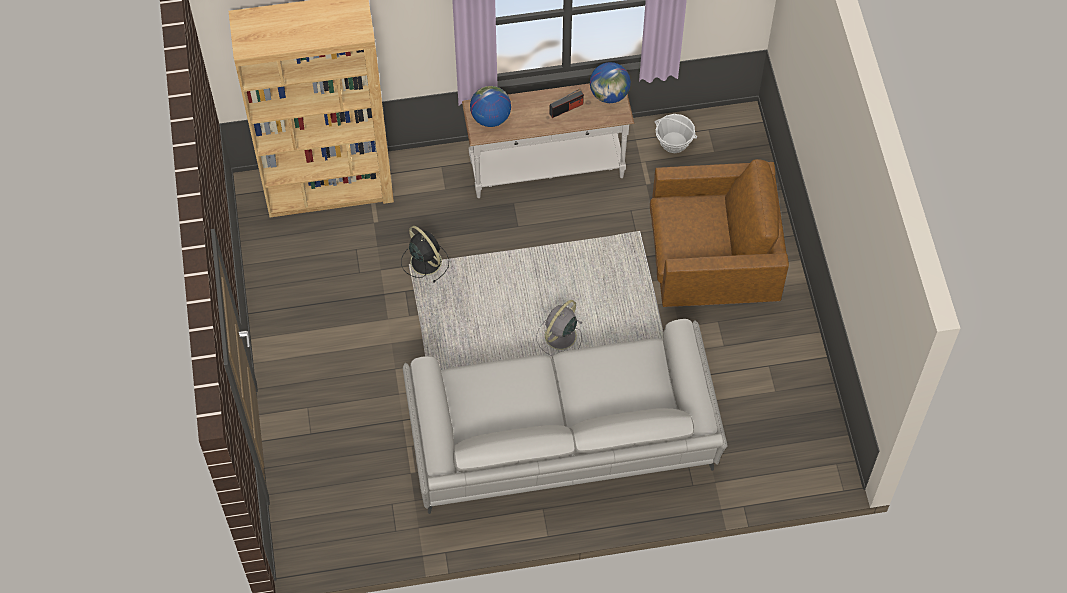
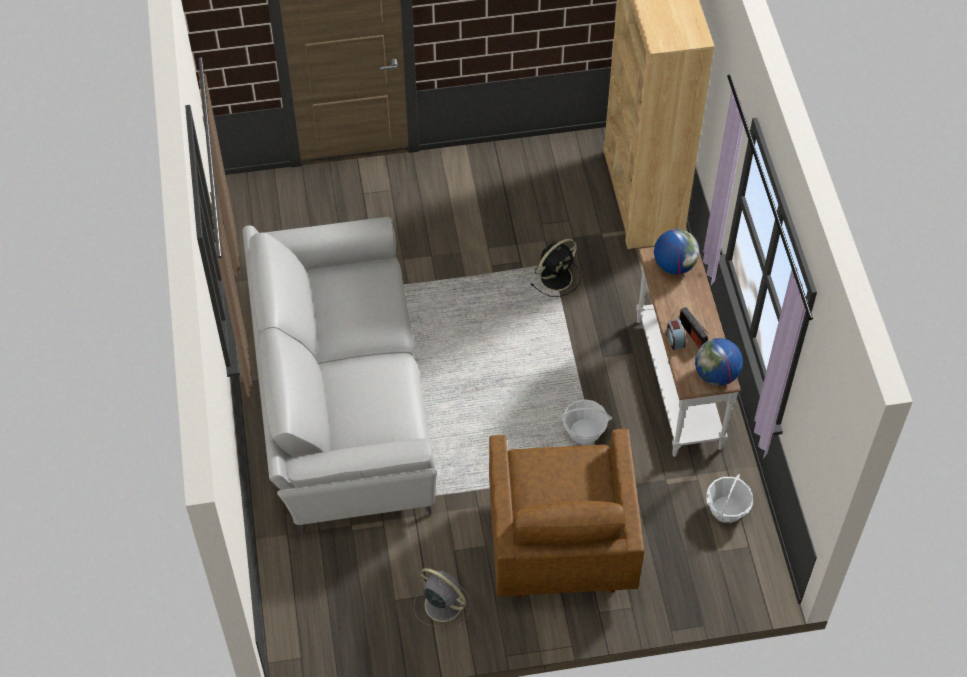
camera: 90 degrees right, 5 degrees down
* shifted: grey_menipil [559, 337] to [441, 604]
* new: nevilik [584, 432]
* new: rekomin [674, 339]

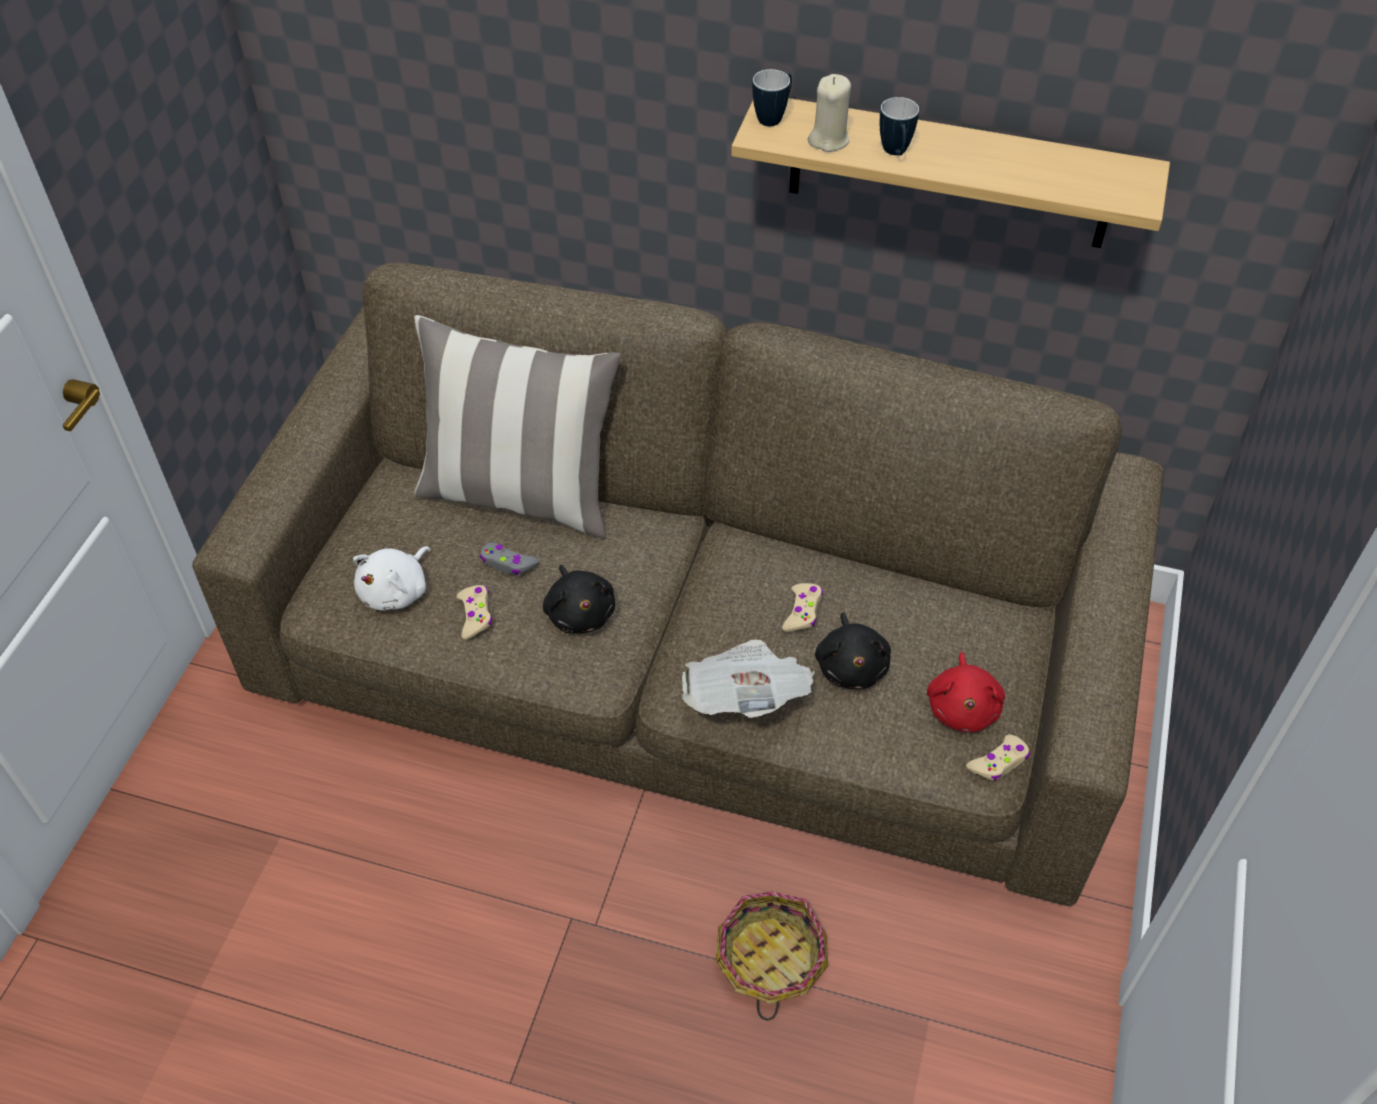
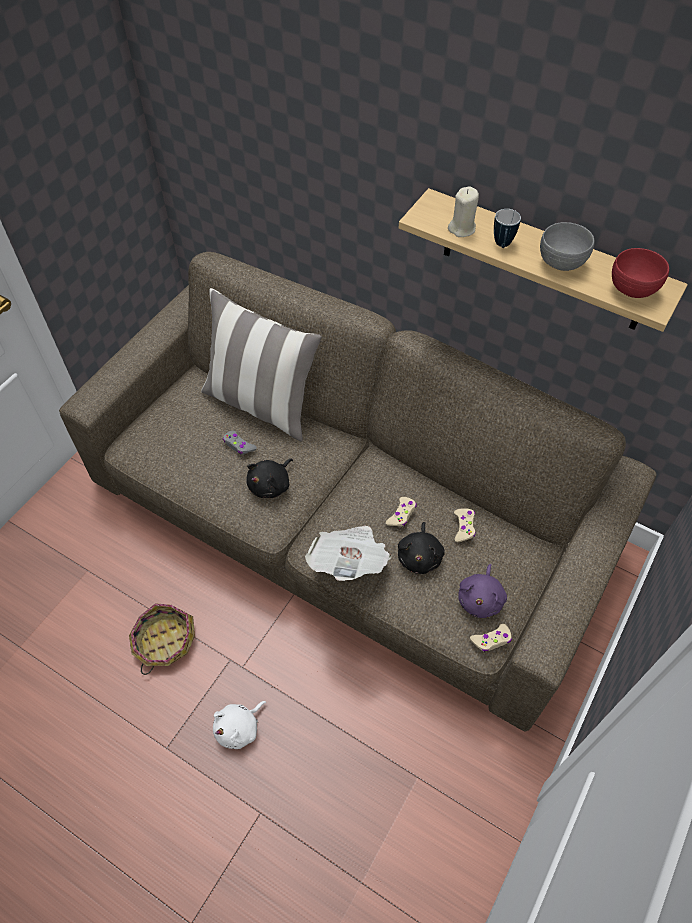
camera: 15 degrees right, 5 degrees up
* shifted: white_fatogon [397, 591] to [239, 728]
* shifted: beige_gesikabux [475, 615] to [464, 527]
* rotated: black_fatogon [580, 612] = [271, 485] 45 degrees clockwise
* shifted: nevilik [770, 959] to [164, 641]
* gone: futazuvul [773, 117]
* repainted: red_fatogon [963, 707] to purple_fatogon [481, 599]
* new: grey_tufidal [561, 263]
* new: red_tufidal [632, 290]

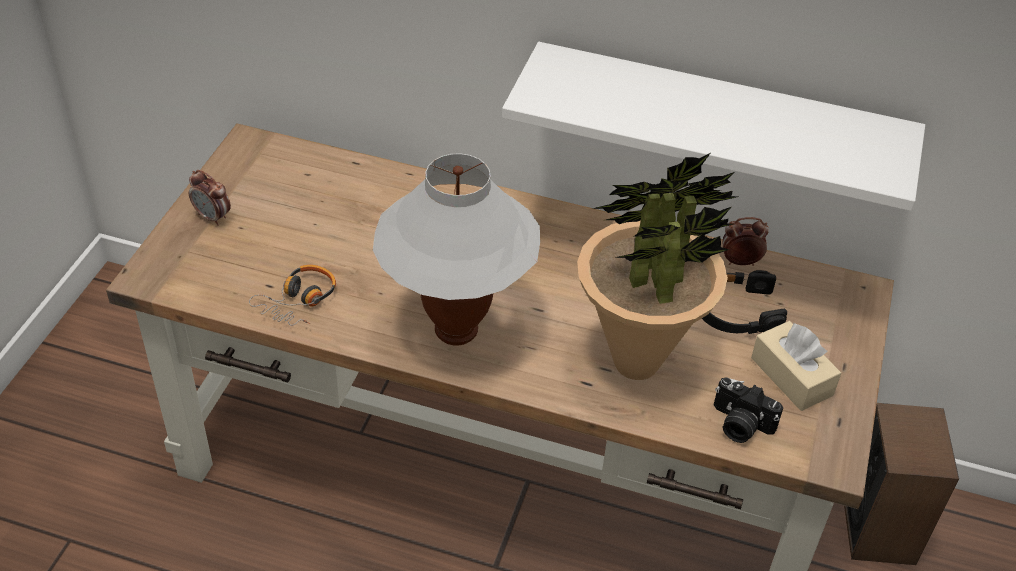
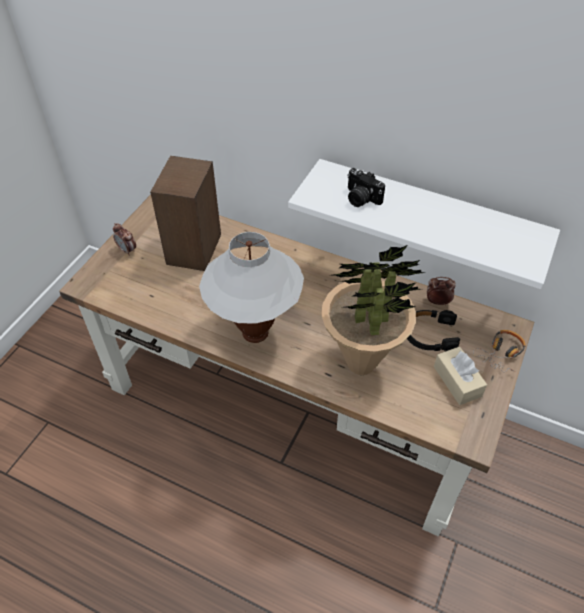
camera: 10 degrees right, 5 degrees up
* shifted: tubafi [299, 301] to [501, 354]
* shifted: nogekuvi [739, 425] to [360, 198]
* shifted: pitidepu [878, 527] to [194, 249]

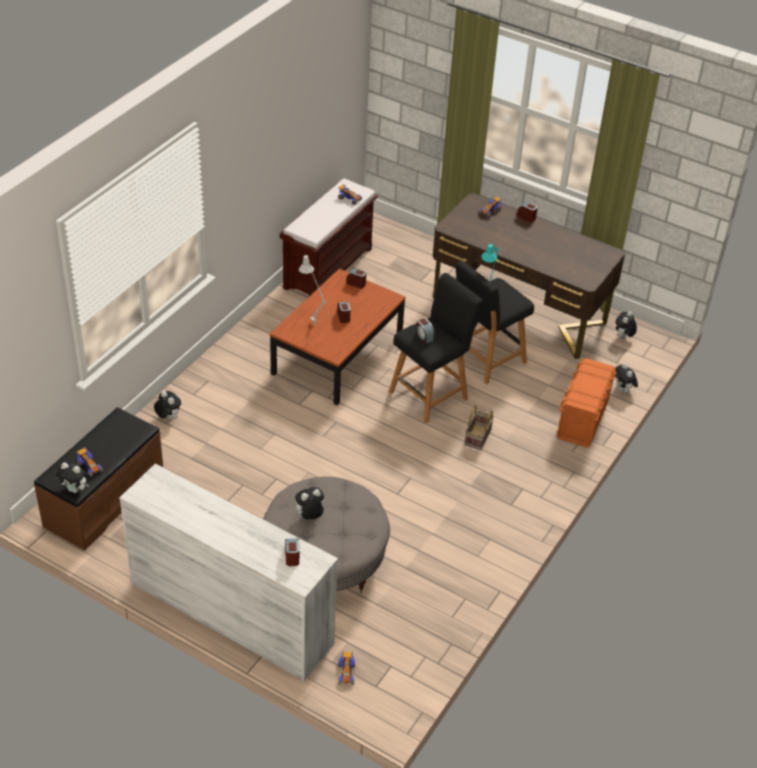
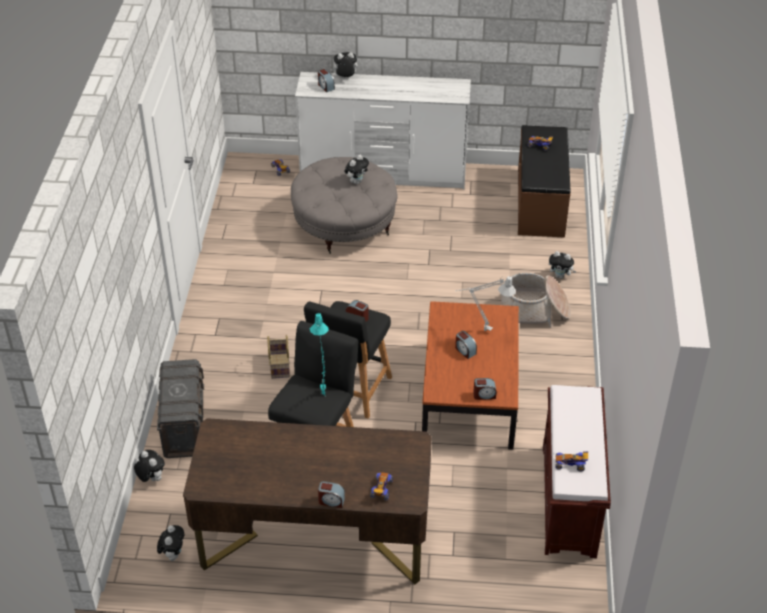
camera: 155 degrees right, 0 degrees up
* shifted: fatogon [75, 489] to [345, 78]
* repainted: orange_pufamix [582, 419] to grey_pufamix [184, 425]
* new: nevilik [534, 311]

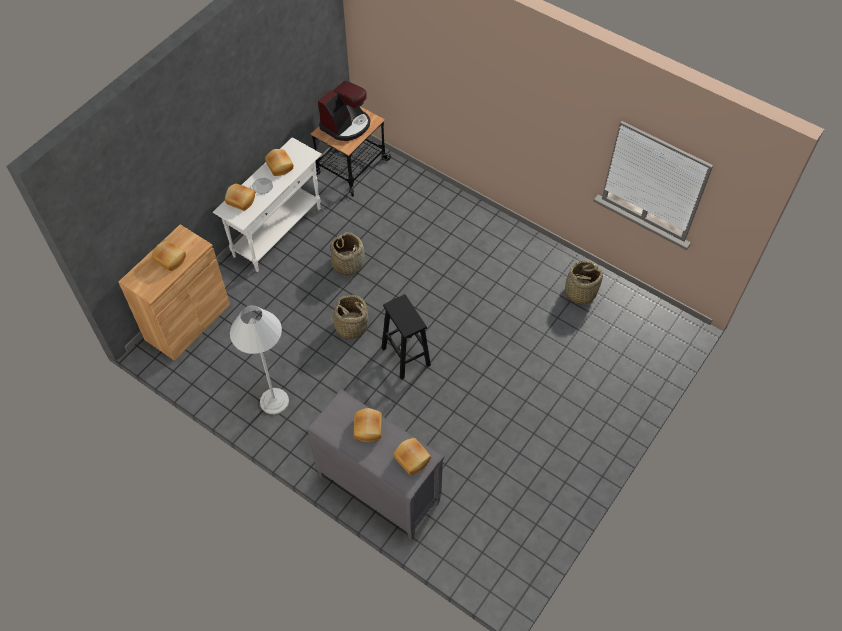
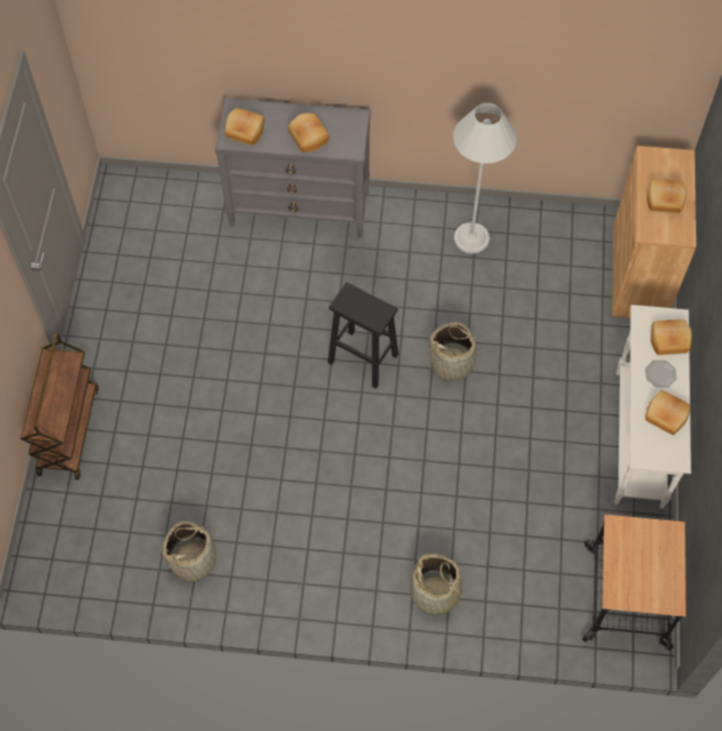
camera: 150 degrees right, 5 degrees up
* gone: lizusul [346, 125]
* shifted: nevilik [348, 263] to [435, 593]
* new: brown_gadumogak [68, 430]

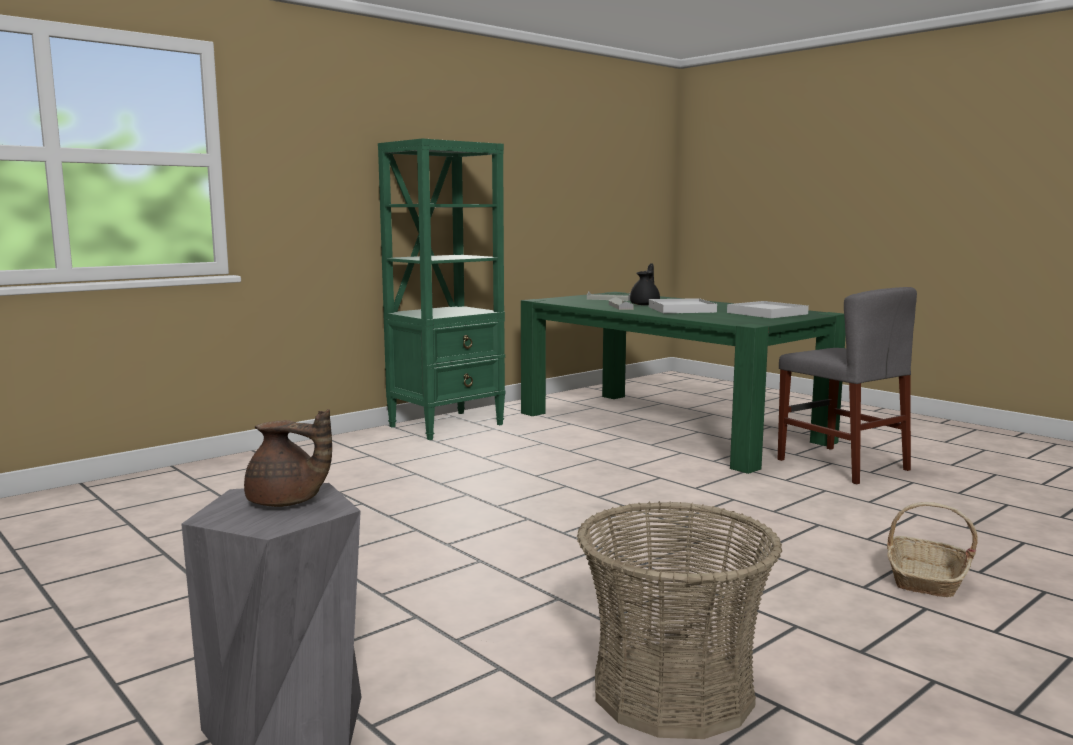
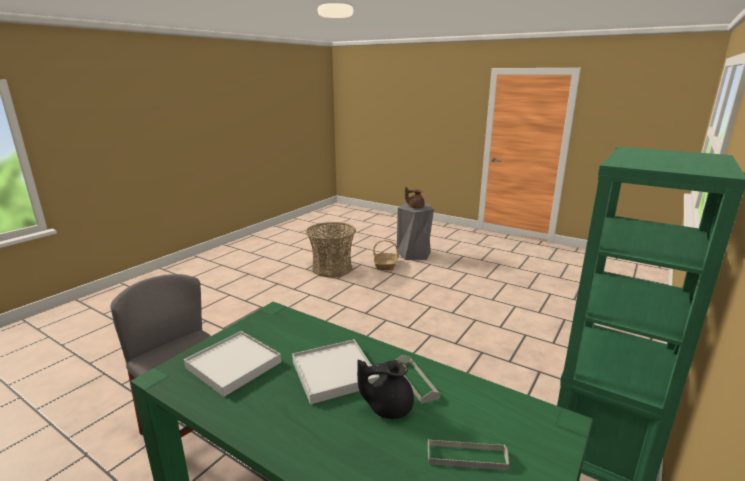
camera: 165 degrees right, 10 degrees up
* rotated: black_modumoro [645, 304] = [388, 407] 75 degrees clockwise
* shifted: nevilik [925, 579] to [386, 265]

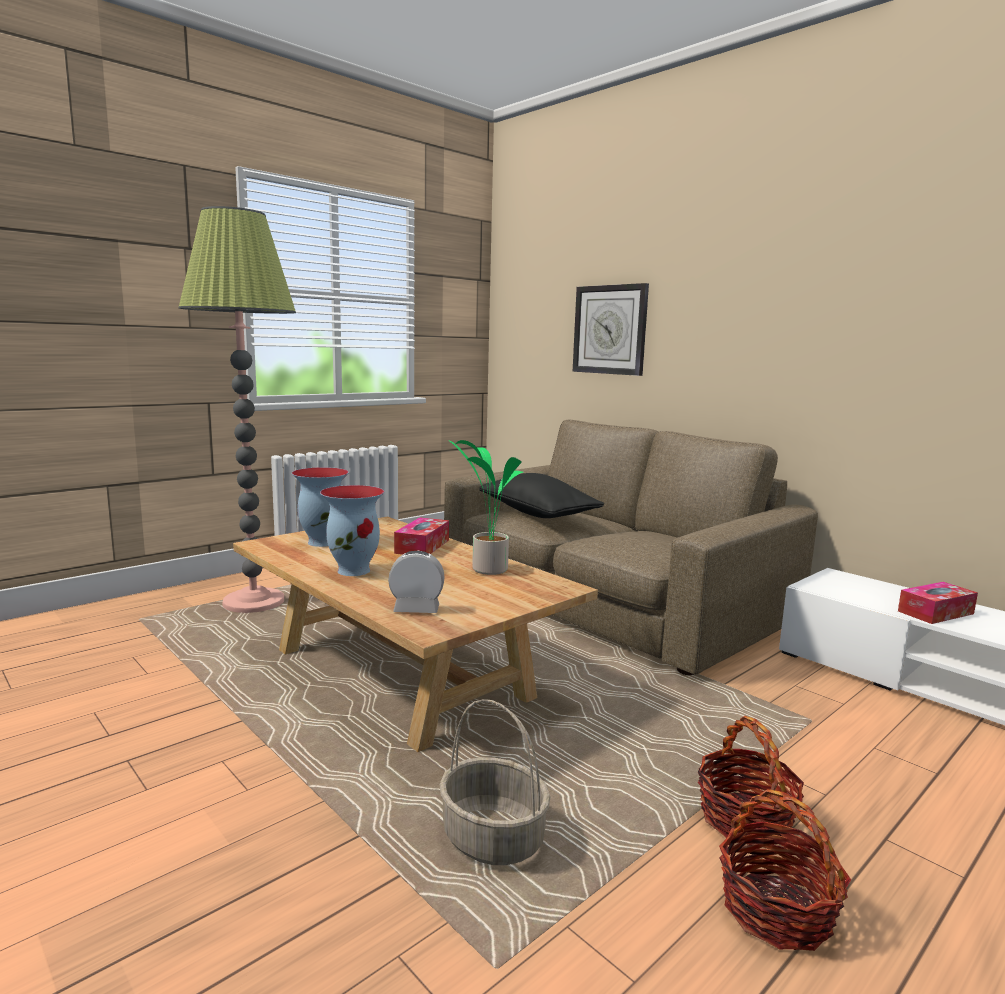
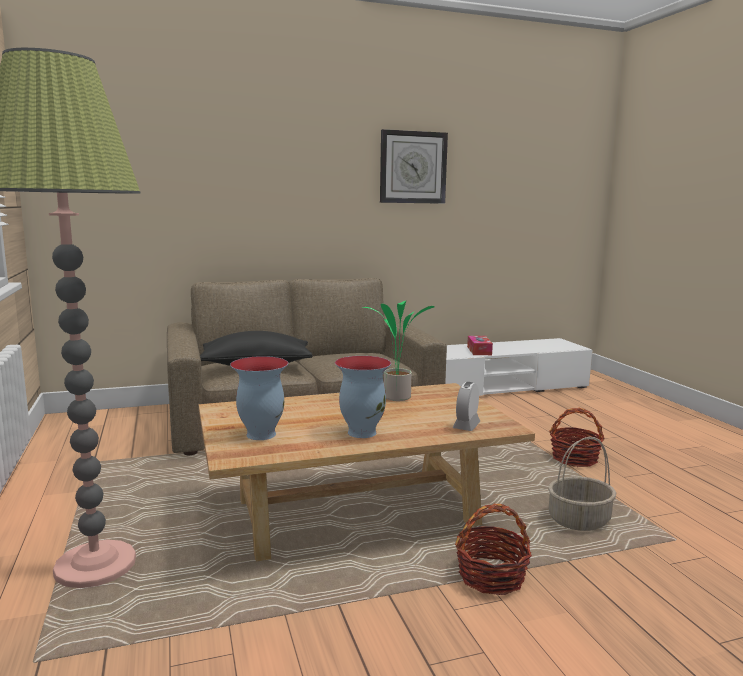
camera: 65 degrees left, 0 degrees up
* gone: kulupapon [422, 546]
* shifted: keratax [610, 330] to [413, 167]
* shifted: nevilik [777, 910] to [491, 576]

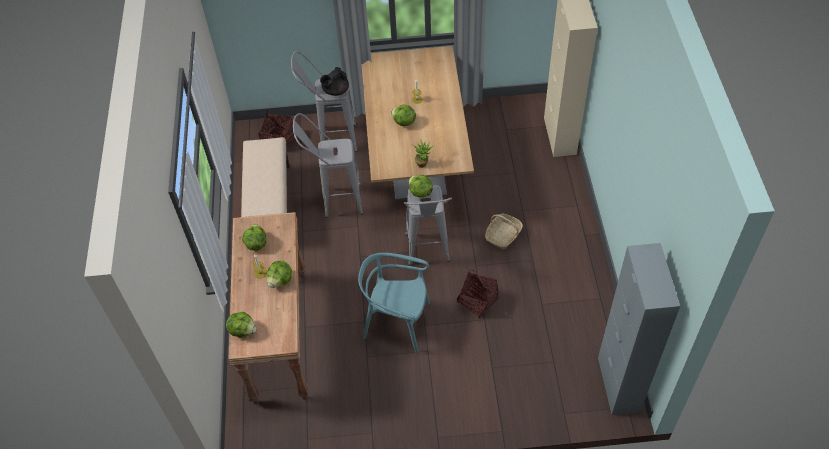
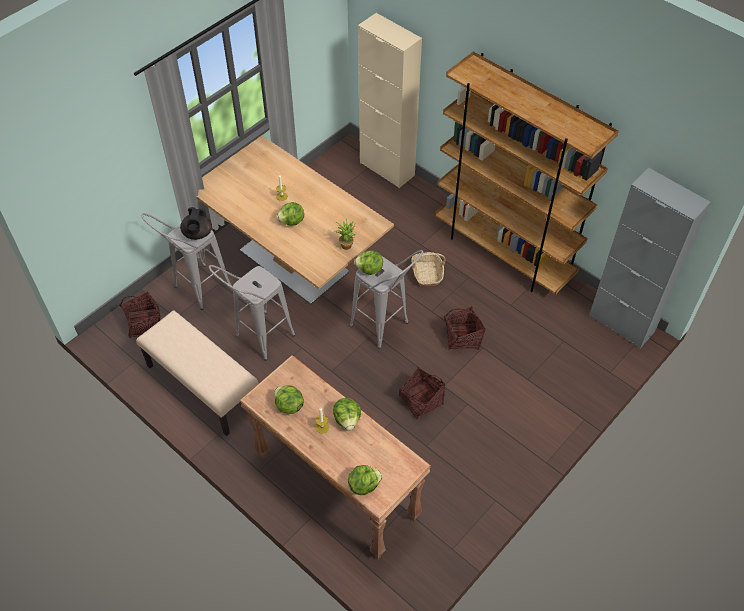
camera: 45 degrees left, 0 degrees up
* swapped: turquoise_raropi [397, 323] to nevilik [420, 400]
* new: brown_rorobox [503, 253]

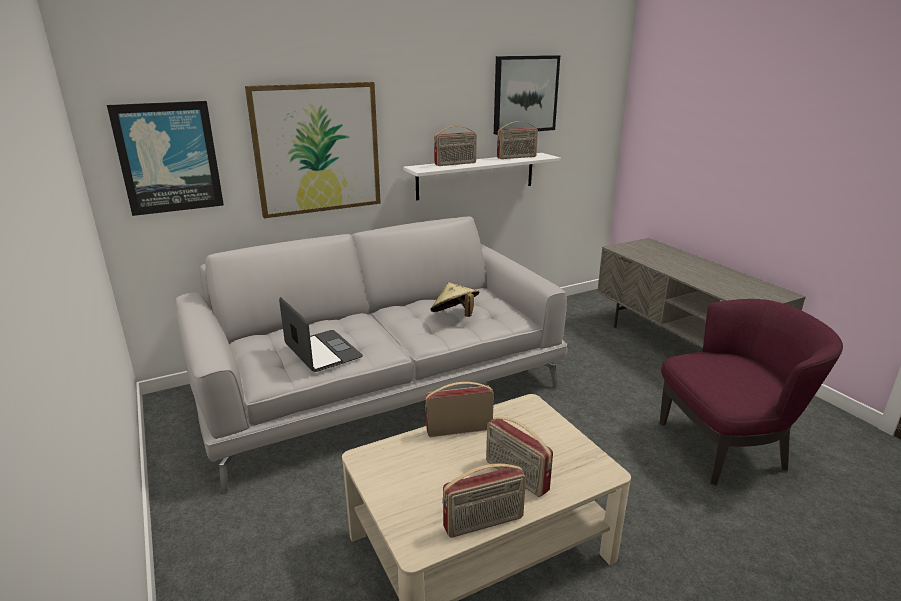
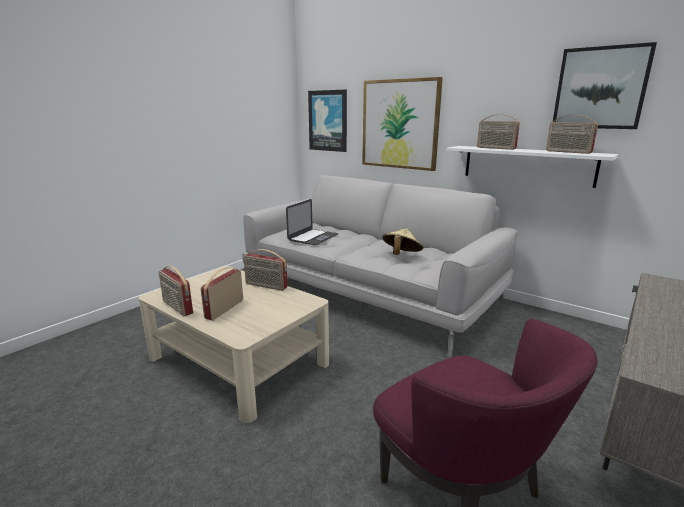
camera: 65 degrees right, 5 degrees down
* rotated: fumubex [459, 429] = [266, 286] 150 degrees clockwise

